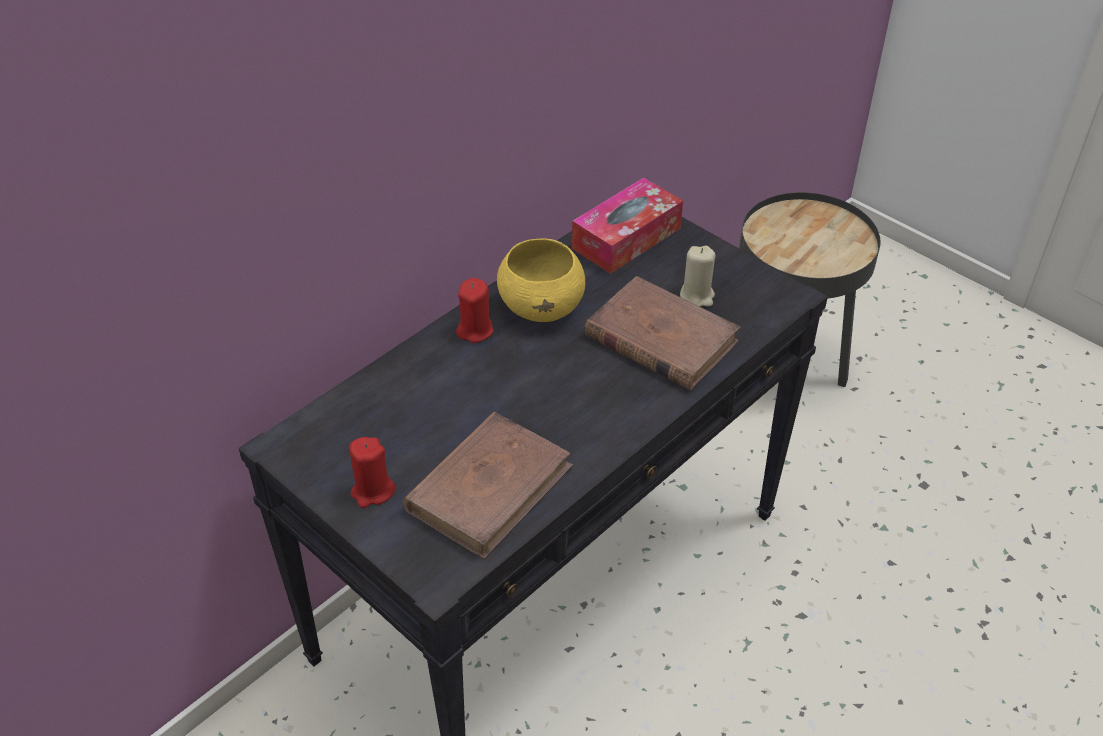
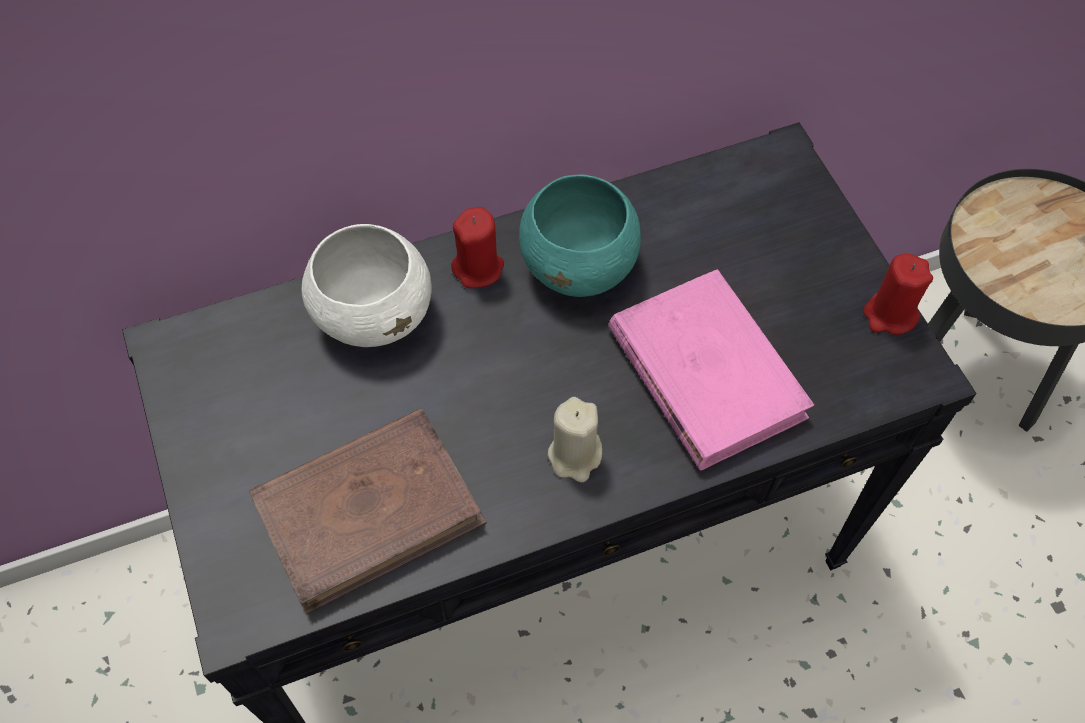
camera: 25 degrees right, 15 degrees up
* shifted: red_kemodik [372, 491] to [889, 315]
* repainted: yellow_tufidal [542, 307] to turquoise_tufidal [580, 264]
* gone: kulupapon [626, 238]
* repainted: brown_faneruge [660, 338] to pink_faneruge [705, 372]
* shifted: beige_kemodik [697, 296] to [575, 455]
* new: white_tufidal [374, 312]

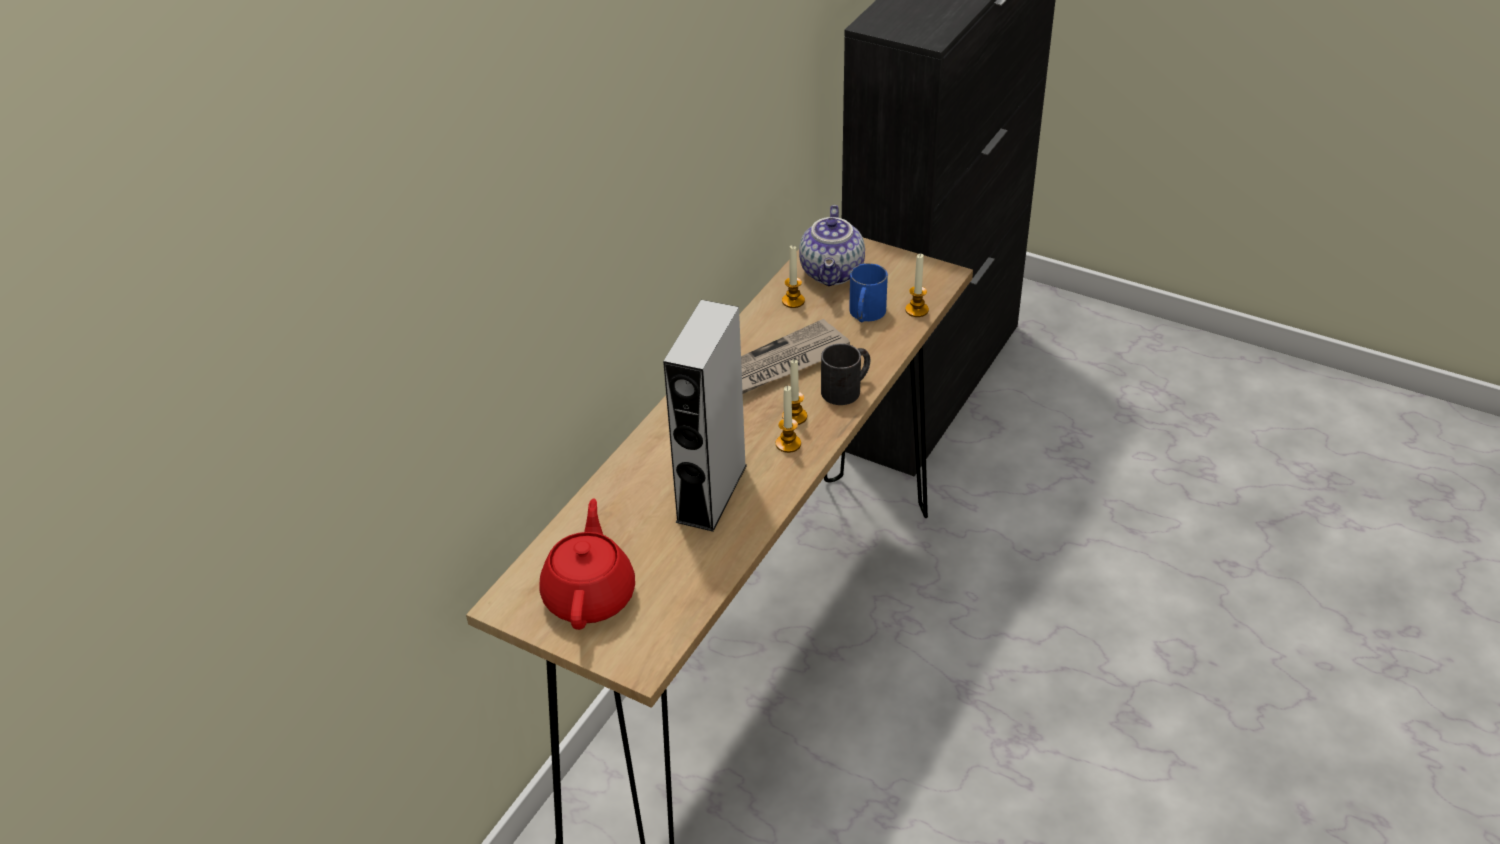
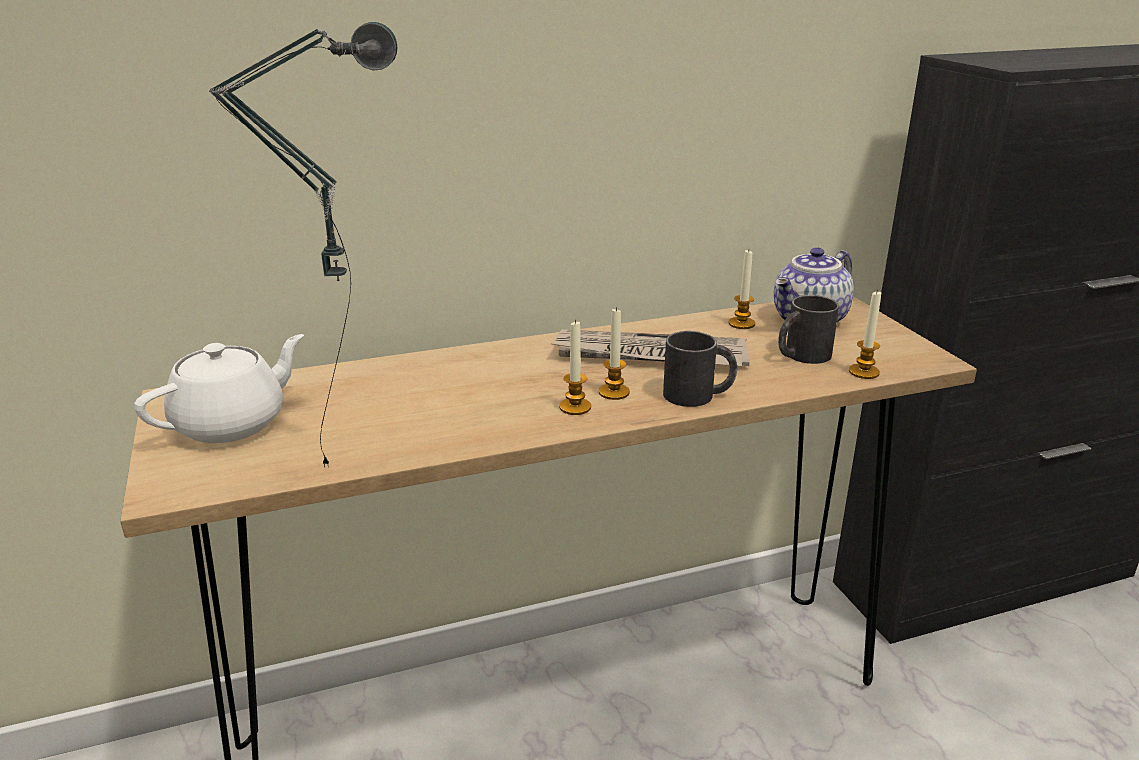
camera: 40 degrees right, 15 degrees down
* repainted: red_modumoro [590, 595] to white_modumoro [232, 423]
* gone: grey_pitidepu [711, 493]
* repainted: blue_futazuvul [865, 314] to black_futazuvul [801, 356]
* new: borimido [351, 456]

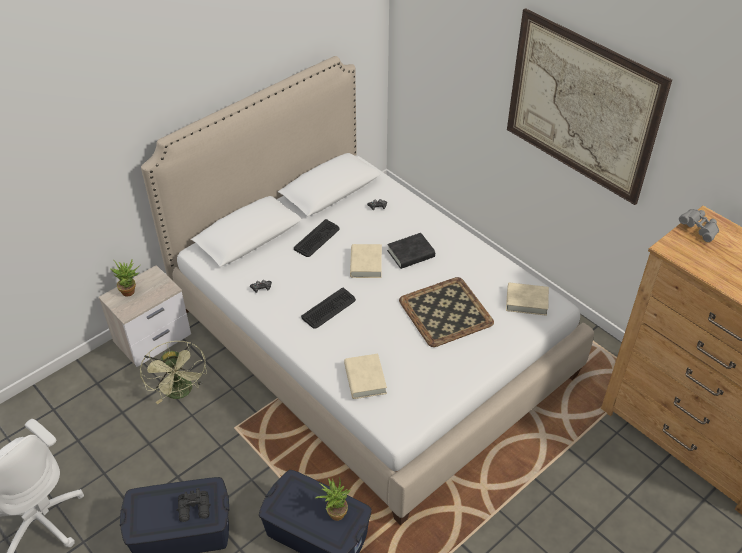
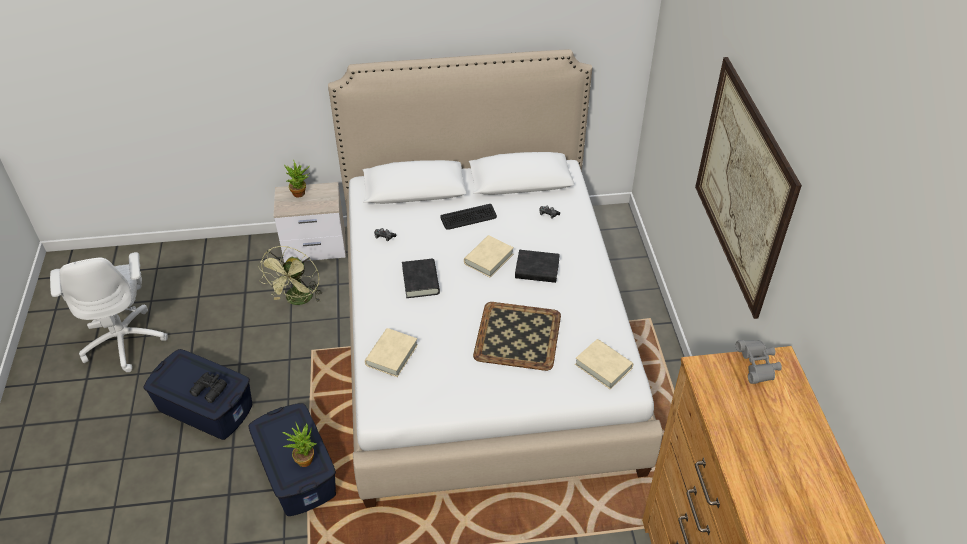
camera: 35 degrees right, 0 degrees up
* swapped: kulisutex [329, 309] to black_faneruge [420, 281]

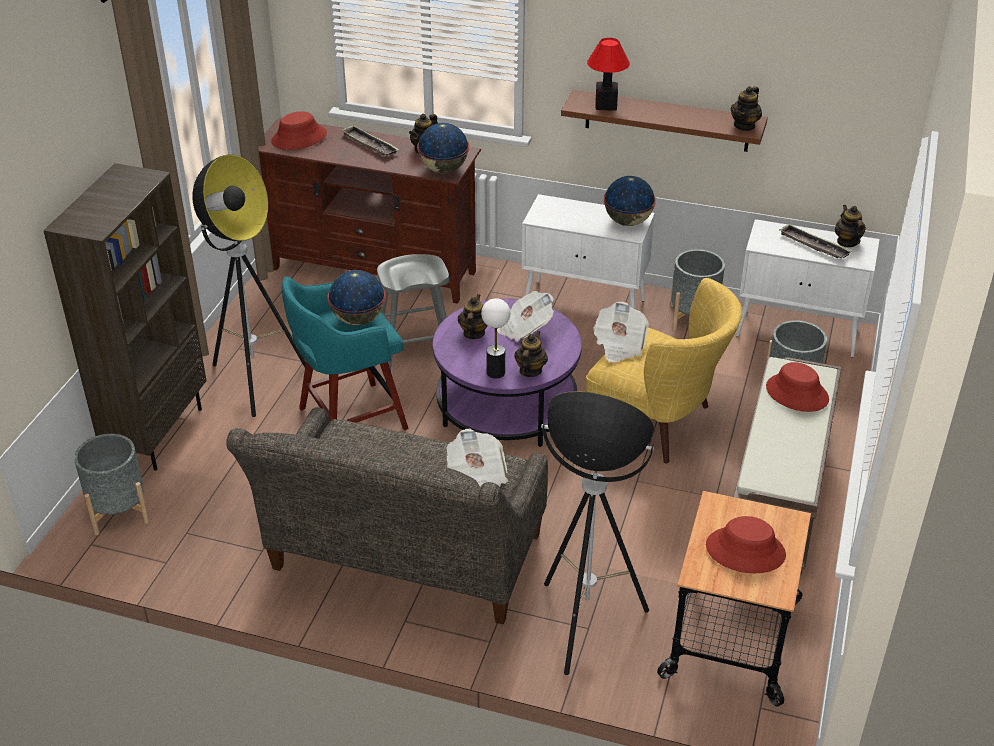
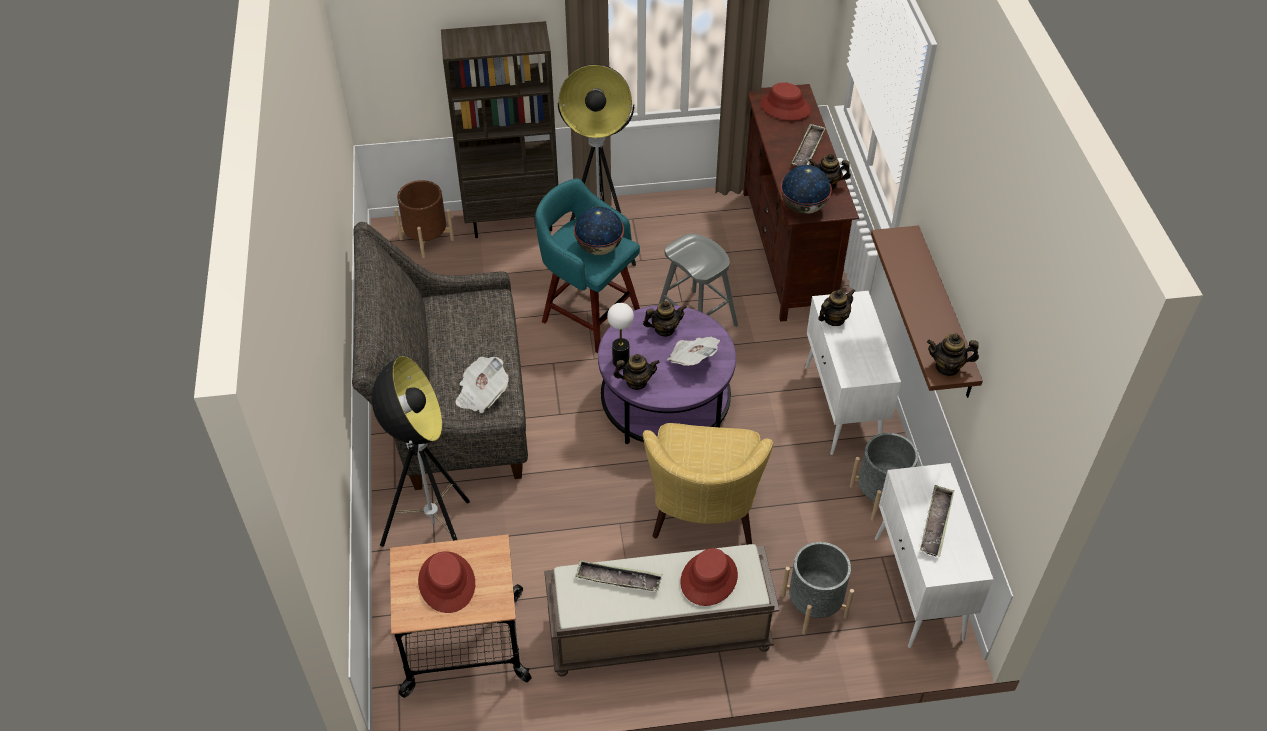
camera: 65 degrees right, 10 degrees up
* repainted: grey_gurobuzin [119, 511] to brown_gurobuzin [426, 239]
* gone: borimido [606, 105]
* gone: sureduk [619, 345]
* gone: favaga [628, 222]
* shifted: modumoro [847, 242] to [834, 319]
* new: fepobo [618, 579]

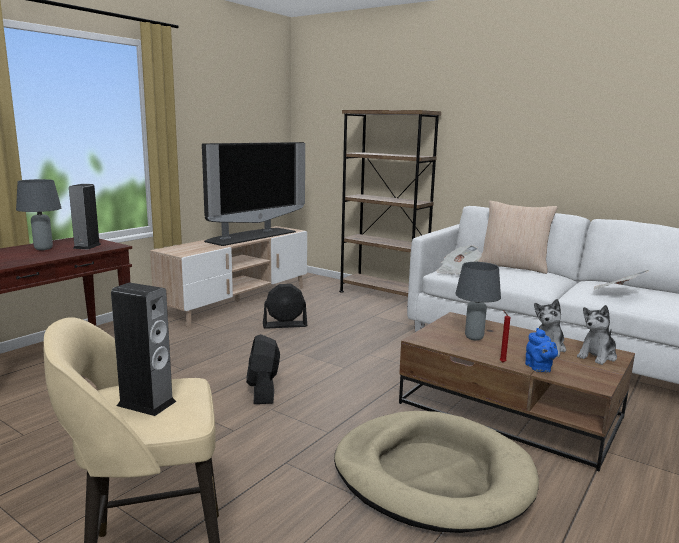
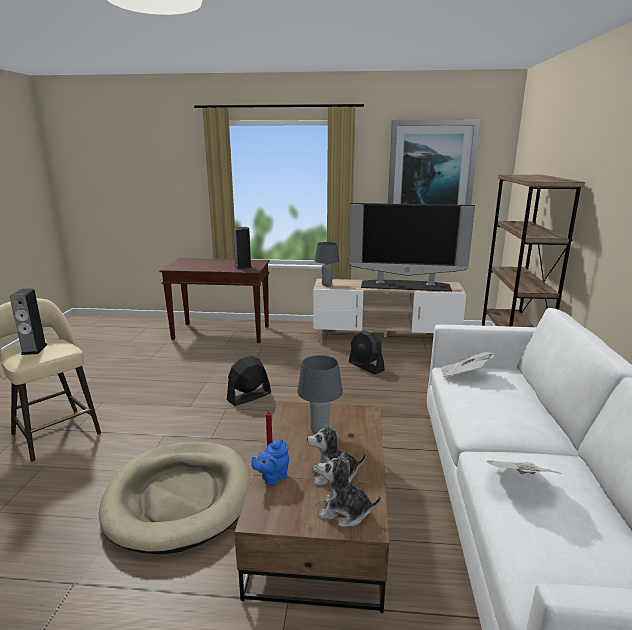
camera: 60 degrees right, 5 degrees up
* shifted: grey_borimido [43, 249] to [326, 285]
* gone: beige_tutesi [513, 266]
* new: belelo [430, 171]

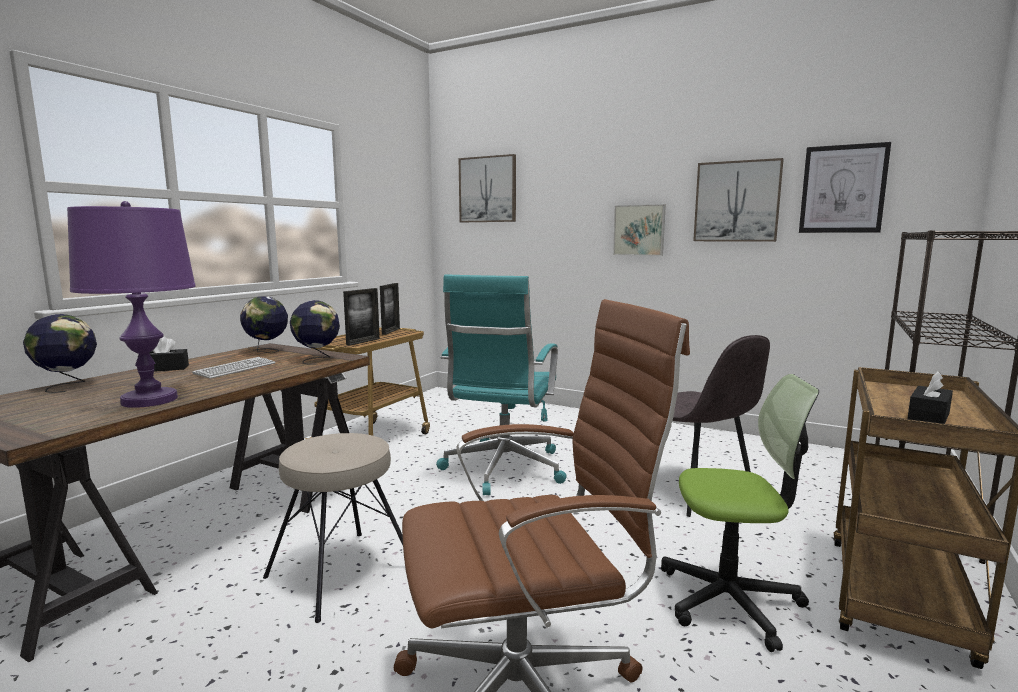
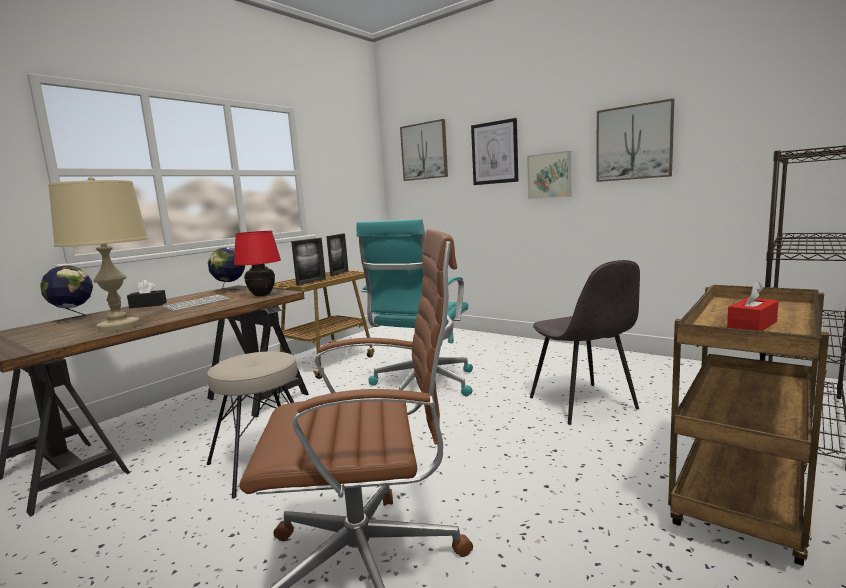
camera: 10 degrees right, 0 degrees up
* repainted: purple_borimido [150, 400] to beige_borimido [119, 327]
* swapped: favaga [317, 360] to red_borimido [261, 295]
* gone: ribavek [730, 600]
* shifted: belelo [842, 189] to [494, 153]
* repainted: black_kulupapon [928, 416] to red_kulupapon [752, 325]

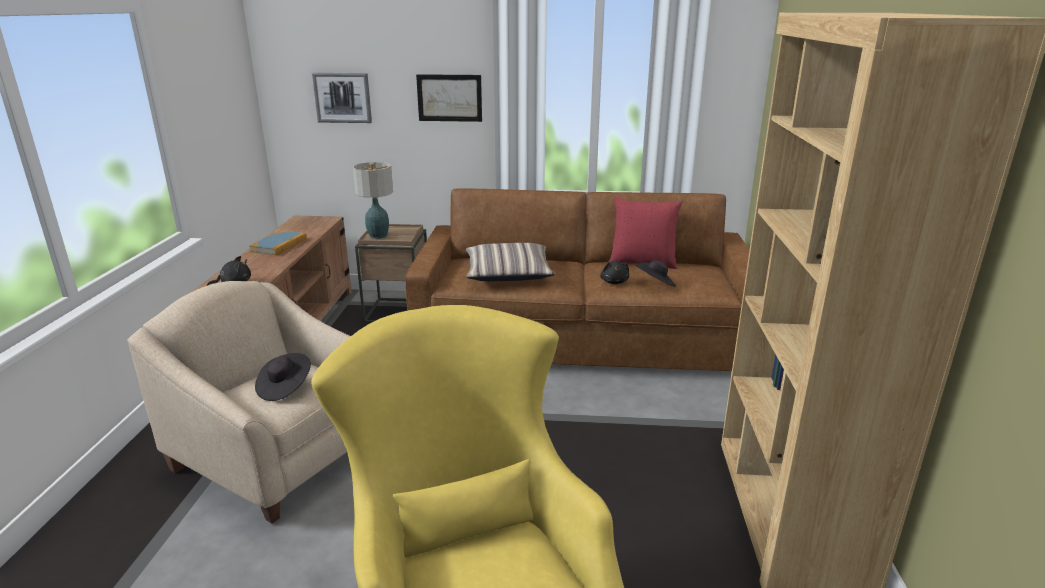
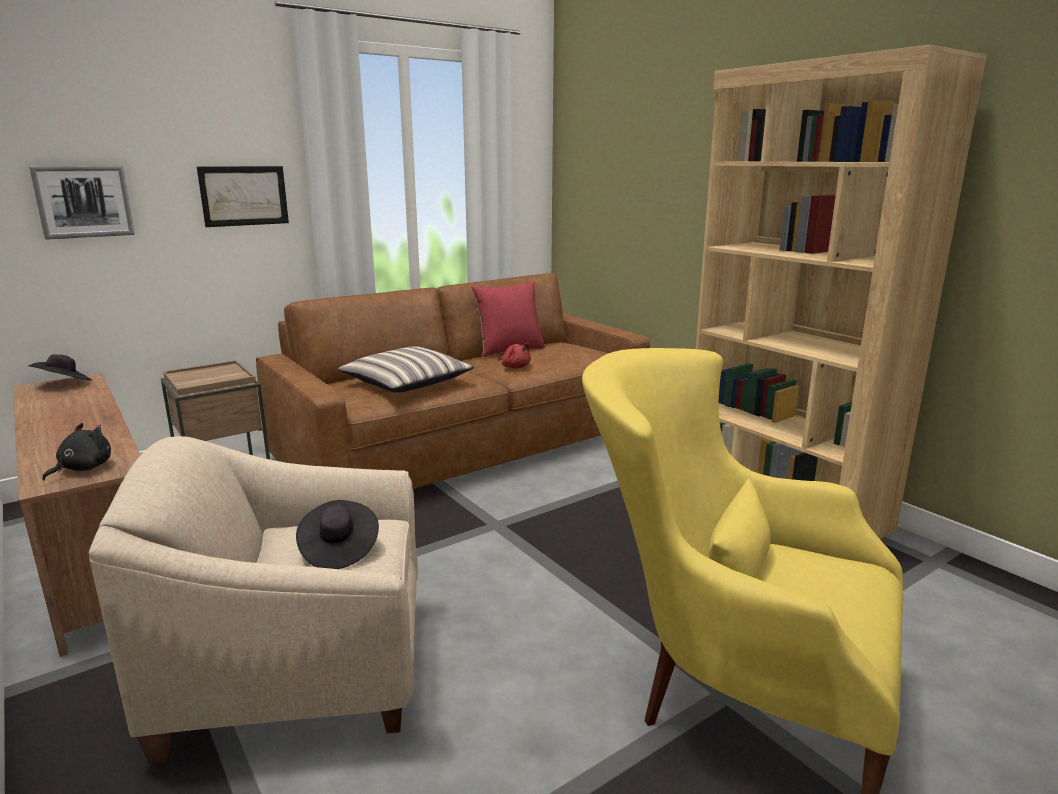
camera: 40 degrees left, 5 degrees down
* gone: faneruge [279, 245]
* gone: borimido [378, 236]
* repainted: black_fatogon [614, 282] to red_fatogon [515, 367]
* shifted: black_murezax [655, 284] to [64, 384]

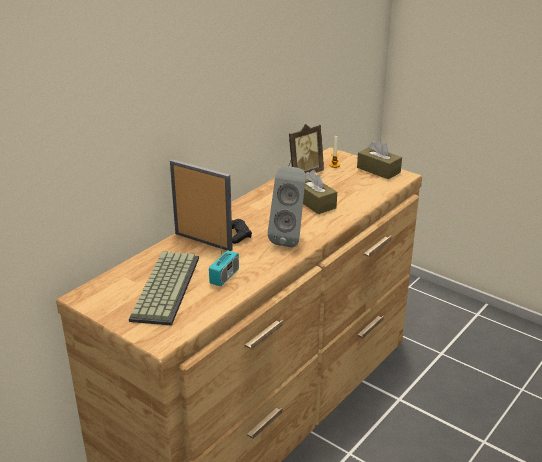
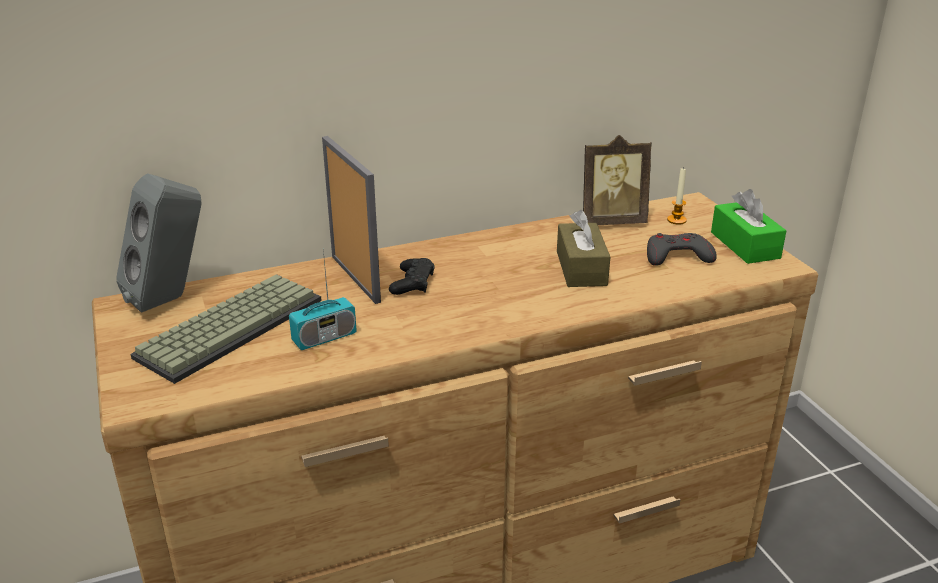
camera: 30 degrees right, 0 degrees up
* shifted: grey_pitidepu [290, 238] to [172, 299]
* repainted: brown_kulupapon [378, 170] to green_kulupapon [745, 245]
* new: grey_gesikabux [677, 256]

